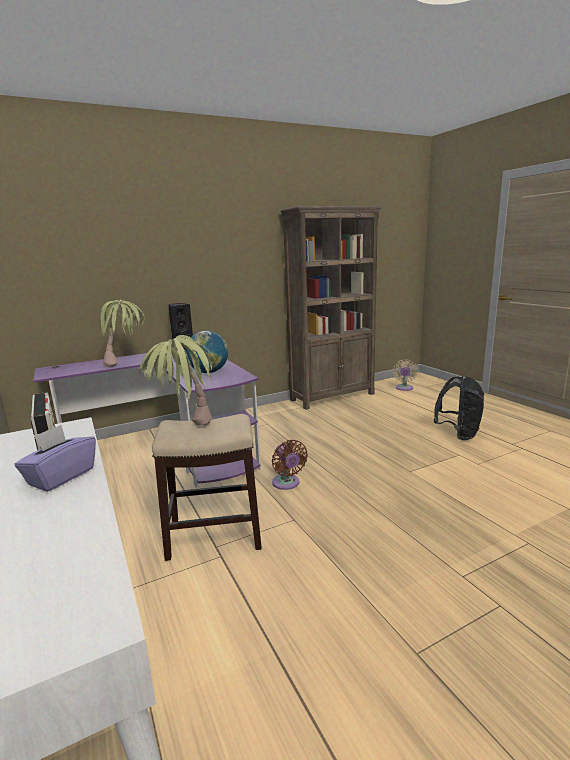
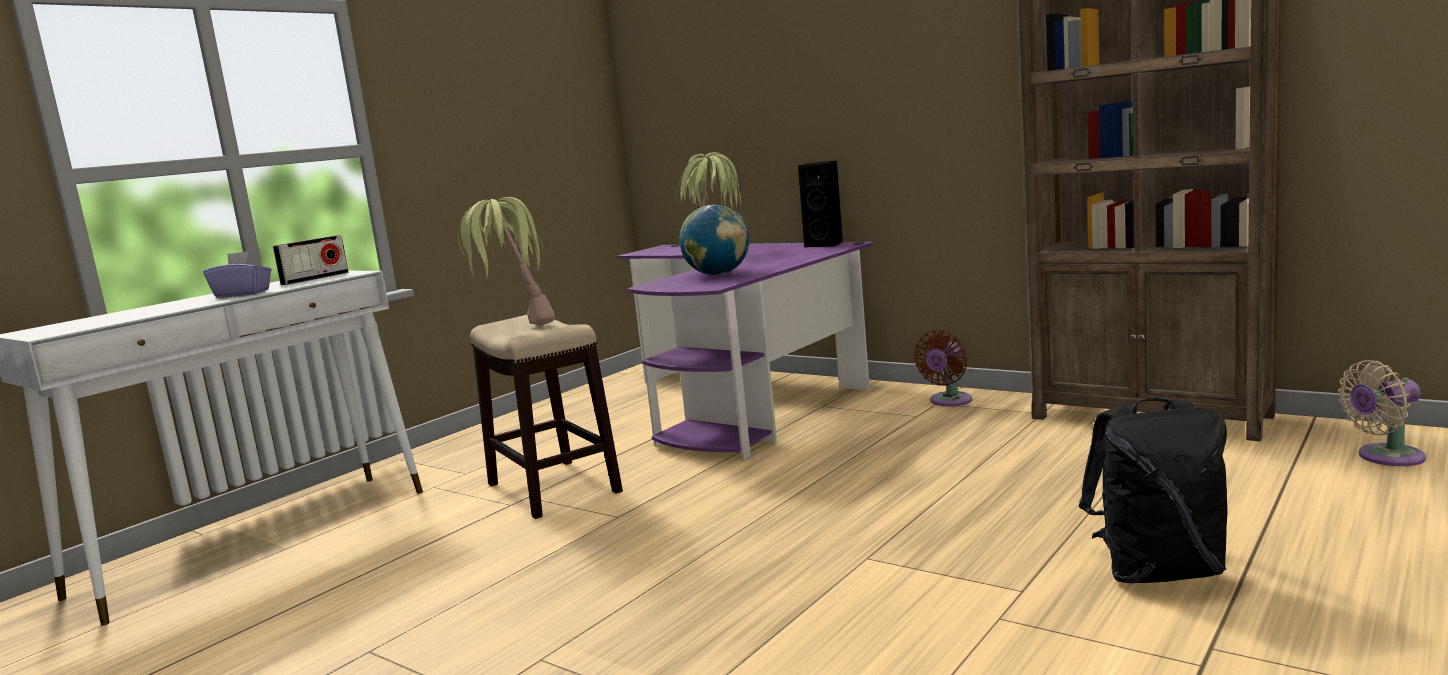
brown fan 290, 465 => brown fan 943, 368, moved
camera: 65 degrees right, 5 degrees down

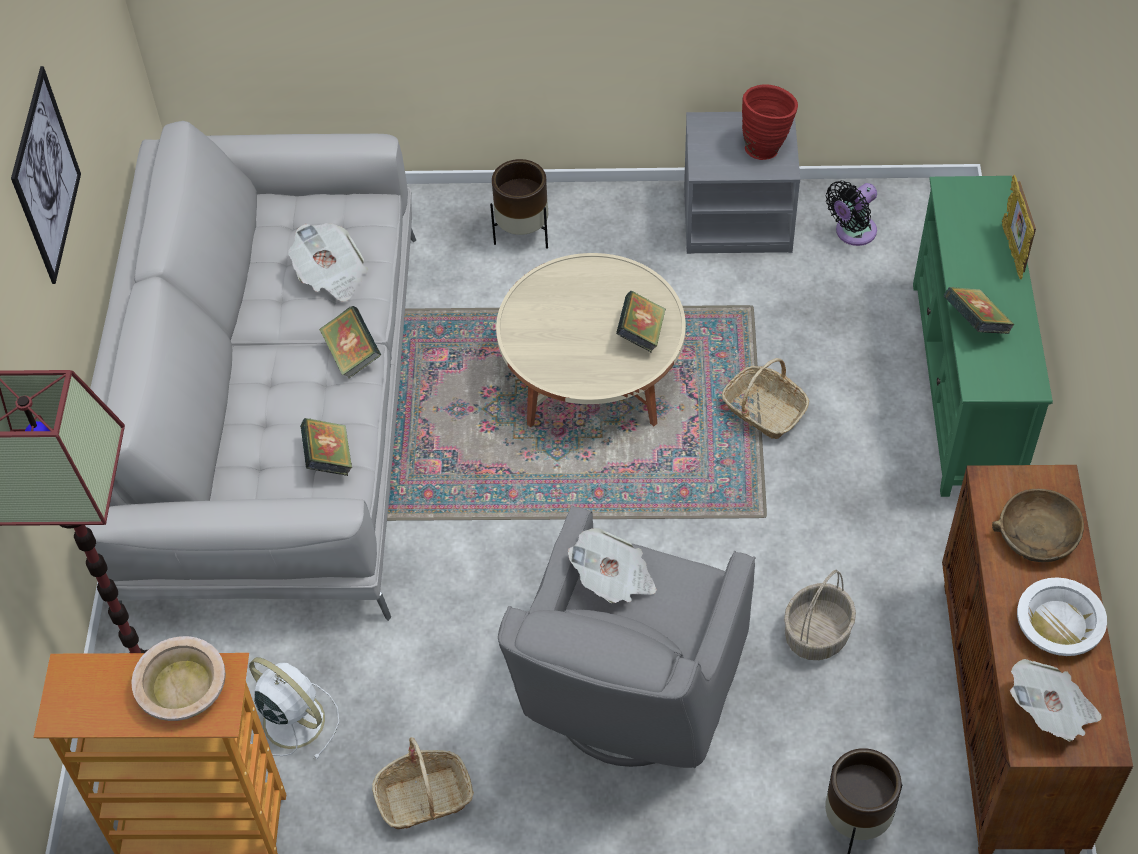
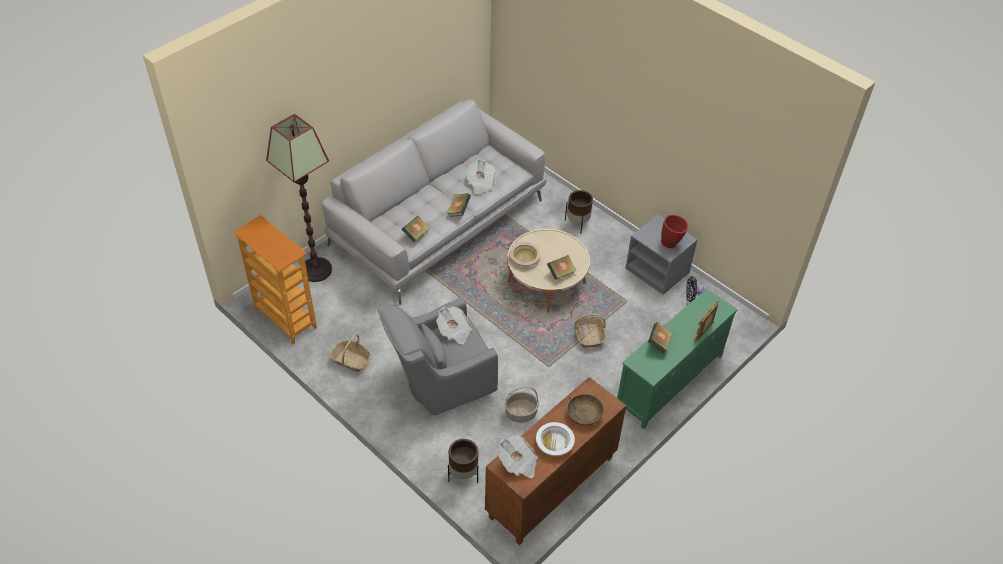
wall picture 46, 175 => nothing
sand-coloured bowl 178, 678 => sand-coloured bowl 525, 254, moved
whitish fan 294, 708 => nothing
camera: 40 degrees right, 5 degrees down

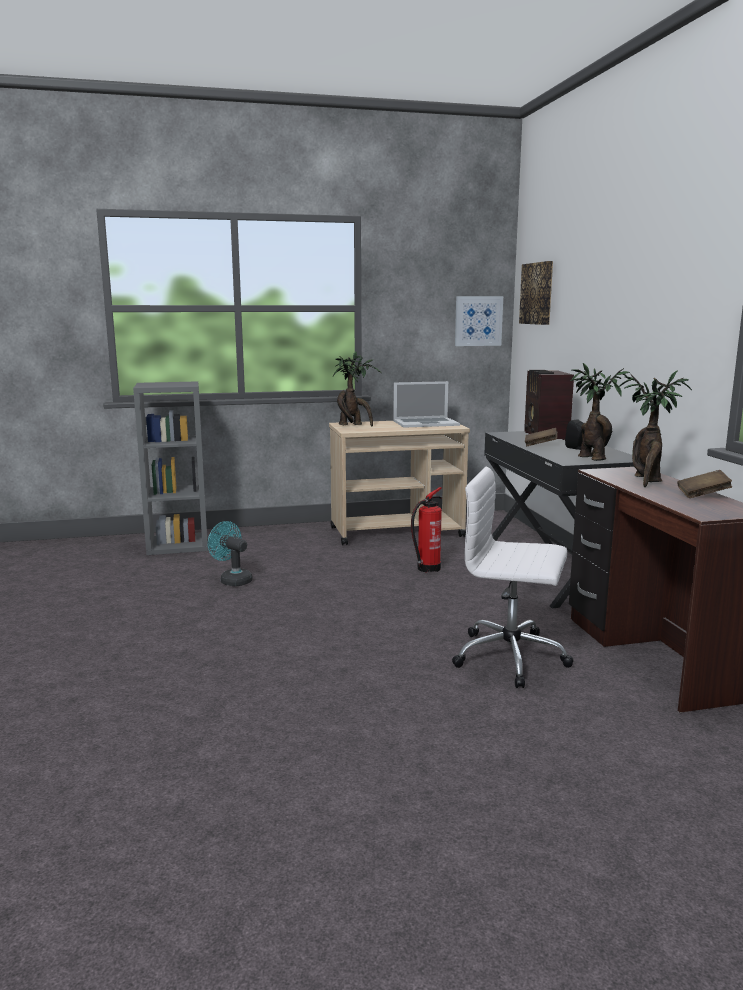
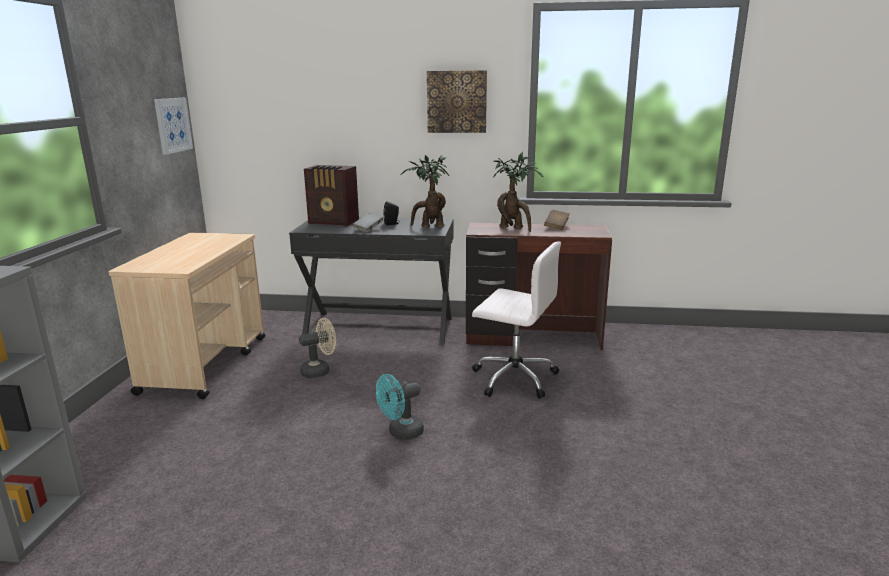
turquoise-coloured fan 230, 553 => turquoise-coloured fan 400, 407, moved
houseplant 357, 389 => nothing
laptop 426, 404 => nothing
fire-fighting cylinder 426, 529 => sand-coloured fan 317, 348
whitish desk chair 512, 577 => whitish desk chair 516, 320, 105 degrees counterclockwise
wall picture 536, 293 => wall picture 457, 101, moved
brown volume 541, 437 => grey volume 368, 222
camera: 70 degrees left, 5 degrees up

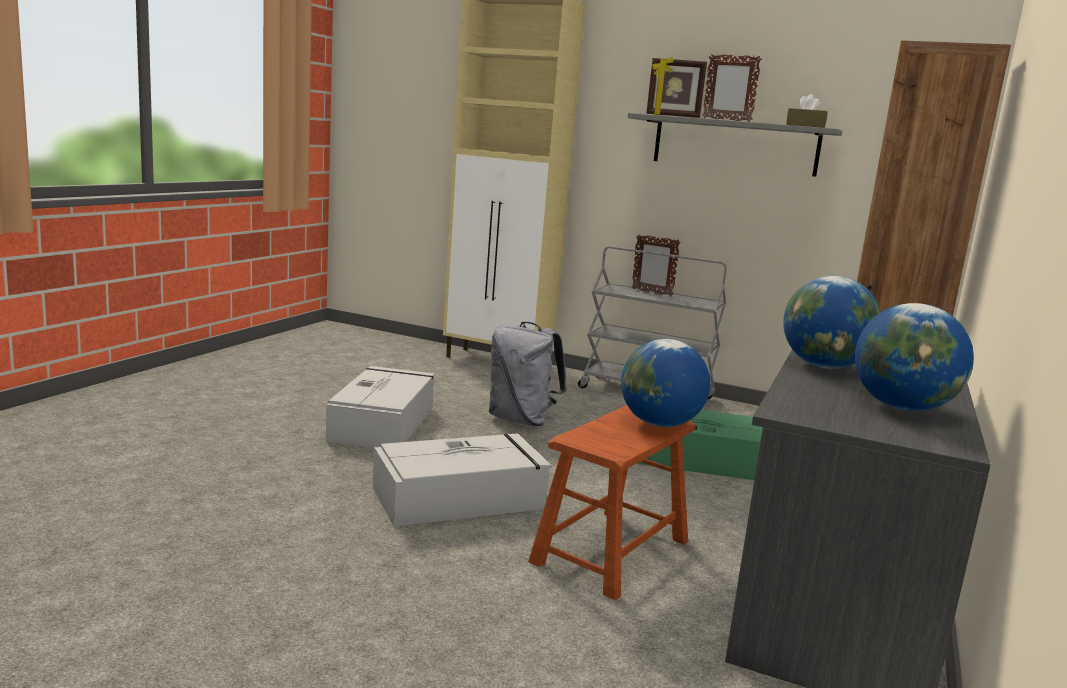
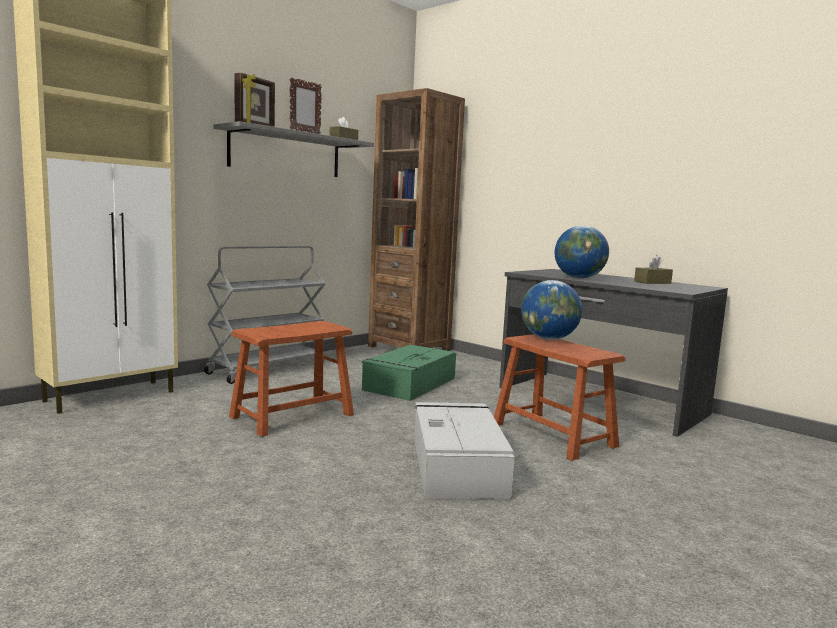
grey storage bin 380, 407 => nothing
grey knapsack 528, 374 => brown stool 291, 379
picture frame 656, 265 => nothing
globe 914, 357 => brown box of tissues 653, 269
camera: 70 degrees left, 5 degrees down

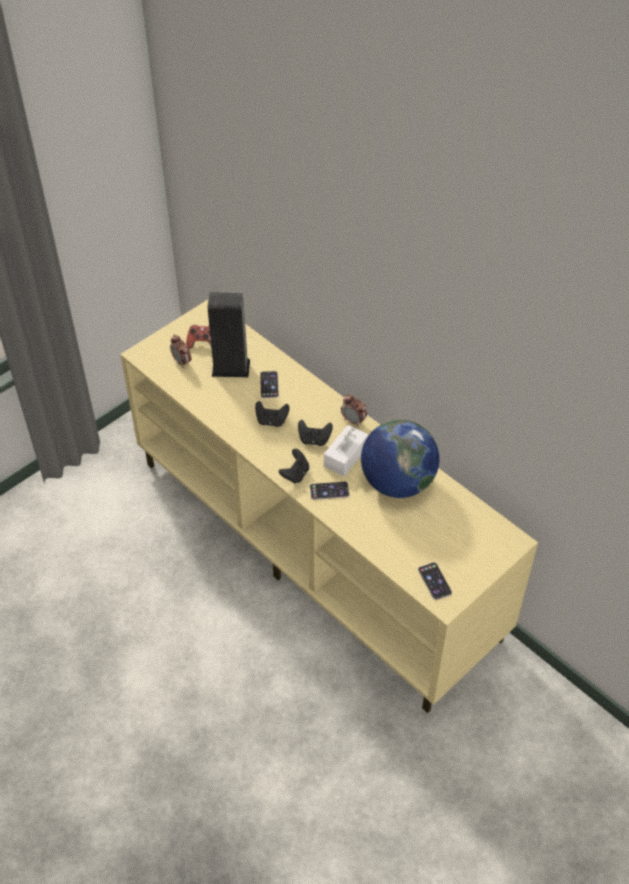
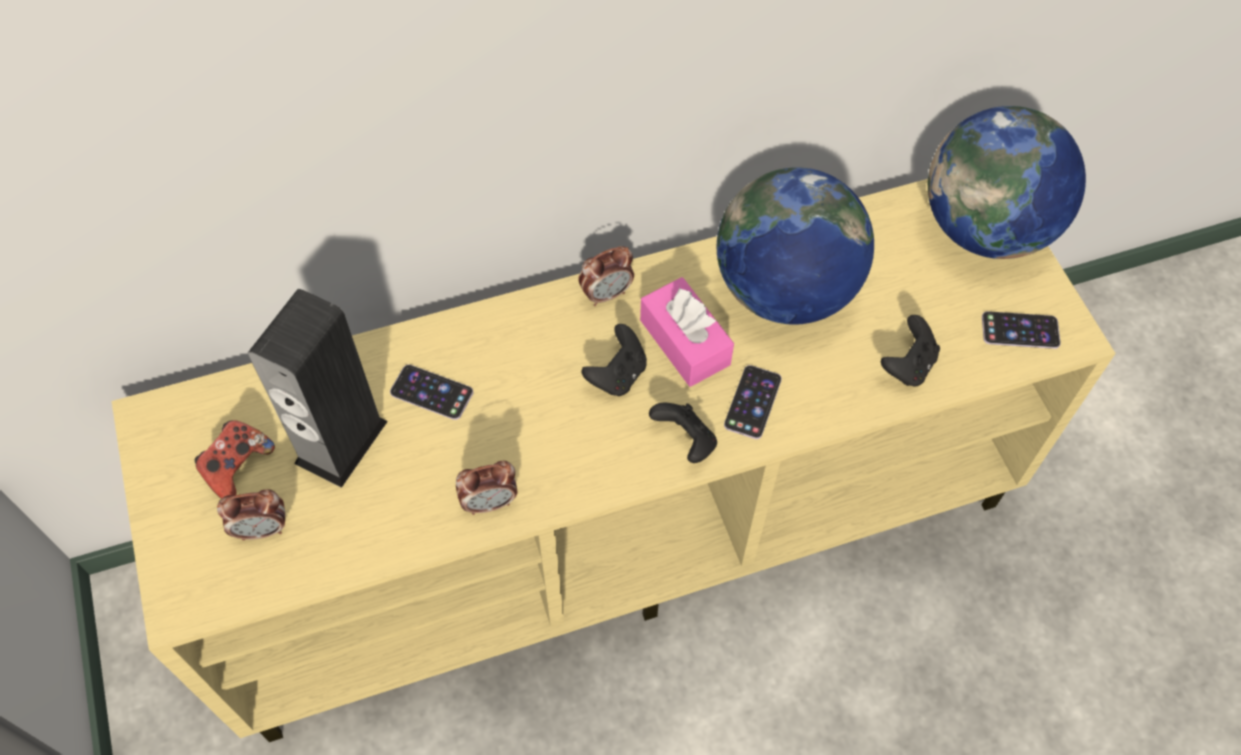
black-coloured gamepad 272, 414 => black-coloured gamepad 910, 351, moved
whitish box of tissues 346, 450 => pink-coloured box of tissues 687, 332
nothing => alarm clock 486, 488
nothing => globe 1007, 182
camera: 65 degrees left, 10 degrees up

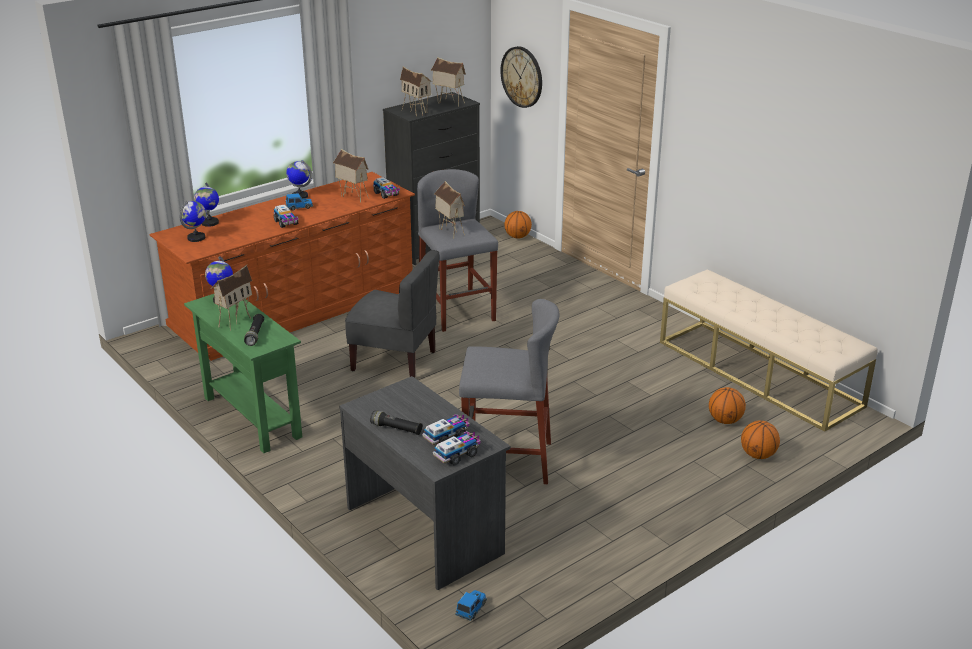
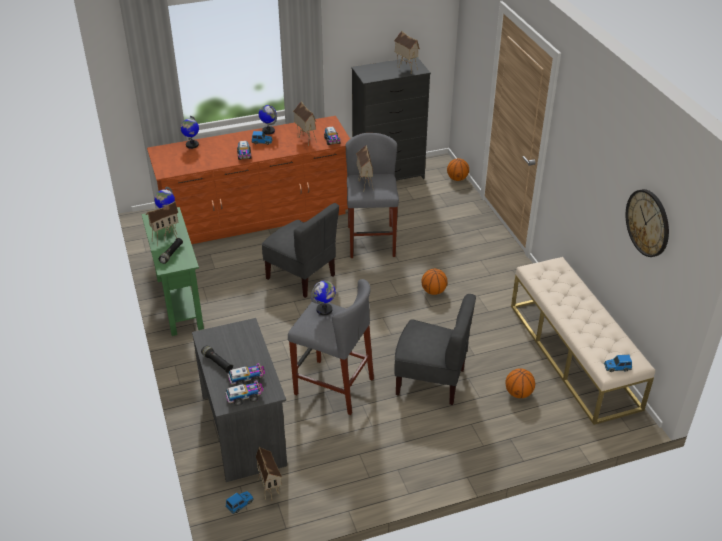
globe 192, 221 => globe 323, 298, moved
miniature house 416, 91 => miniature house 269, 474, moved
clock on the wall 521, 77 => clock on the wall 647, 223, moved
basketball 760, 439 => basketball 434, 282, moved
nothing => grey upright chair 435, 349
nothing => miniature car 618, 363
camera: 20 degrees right, 10 degrees up

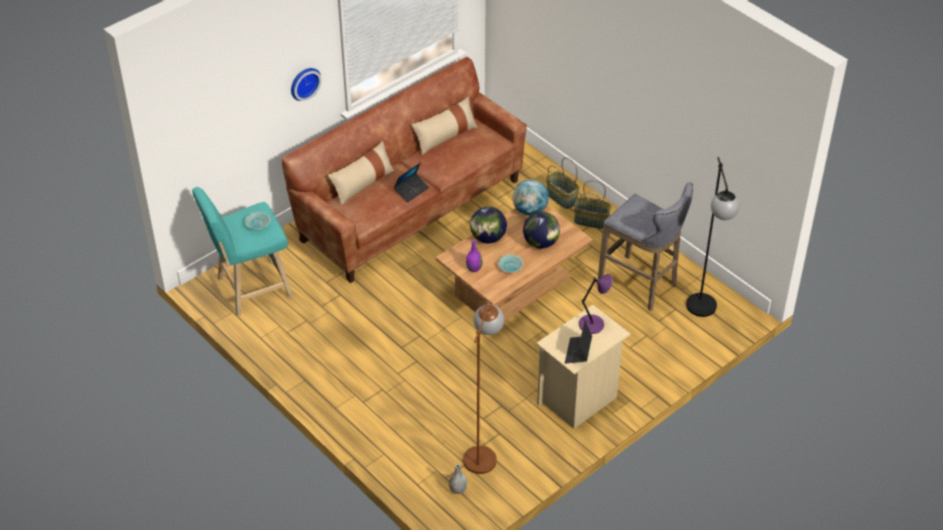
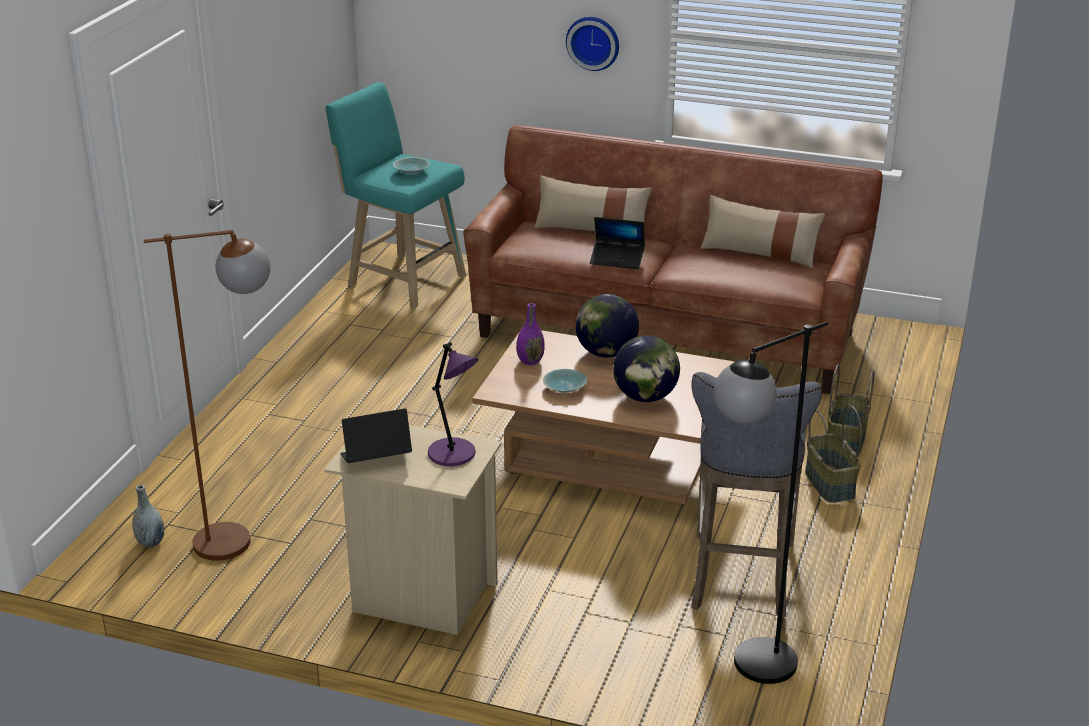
globe 530, 197 => nothing
camera: 60 degrees right, 15 degrees down

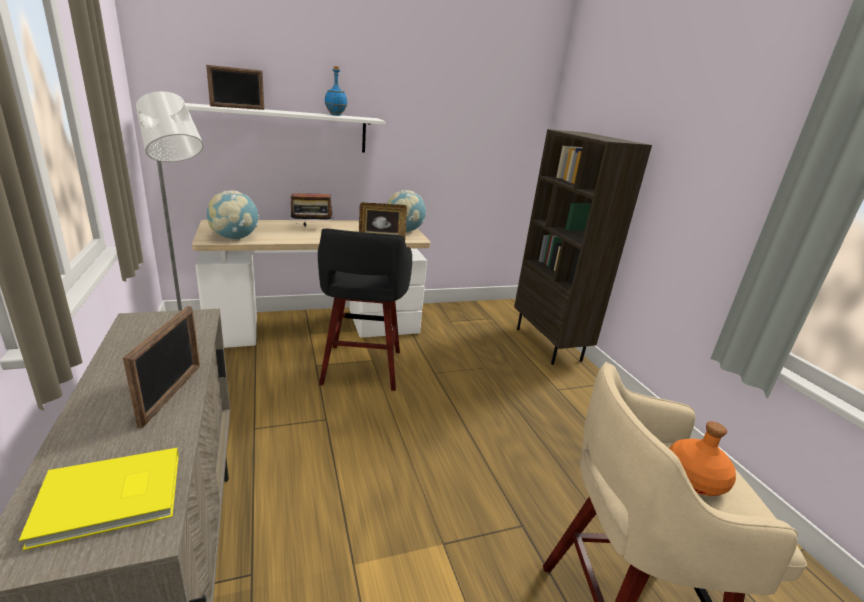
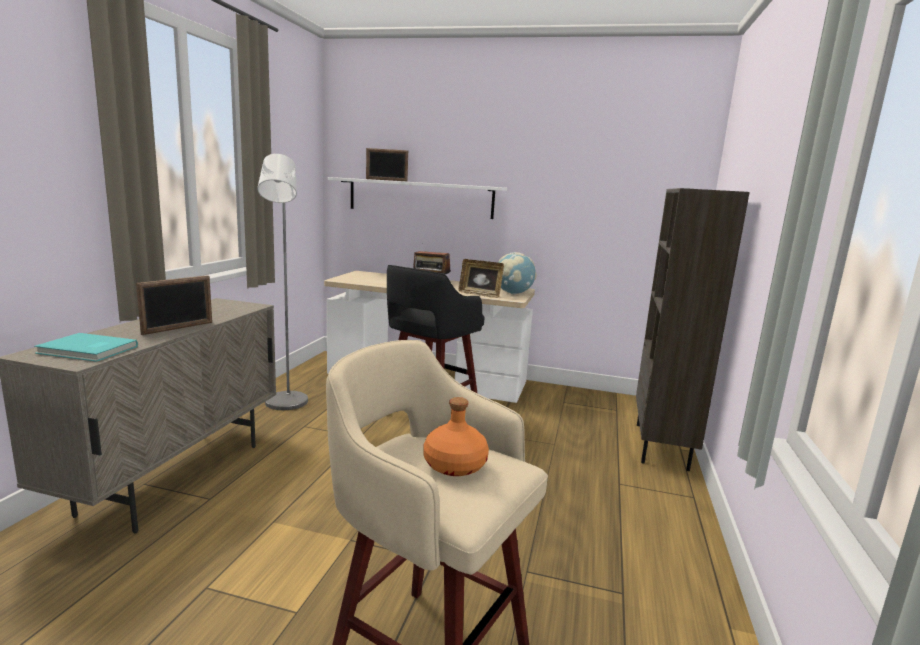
yellowish volume 99, 499 => turquoise-coloured volume 86, 347
globe 233, 215 => nothing
blue beverage bottle 336, 91 => nothing
camera: 35 degrees right, 10 degrees down

